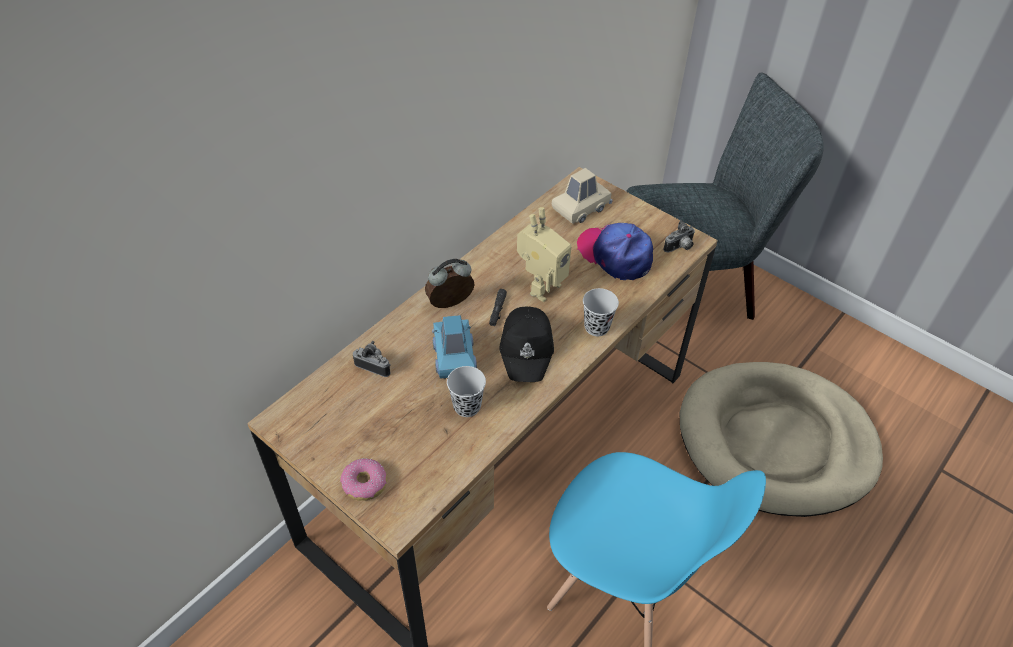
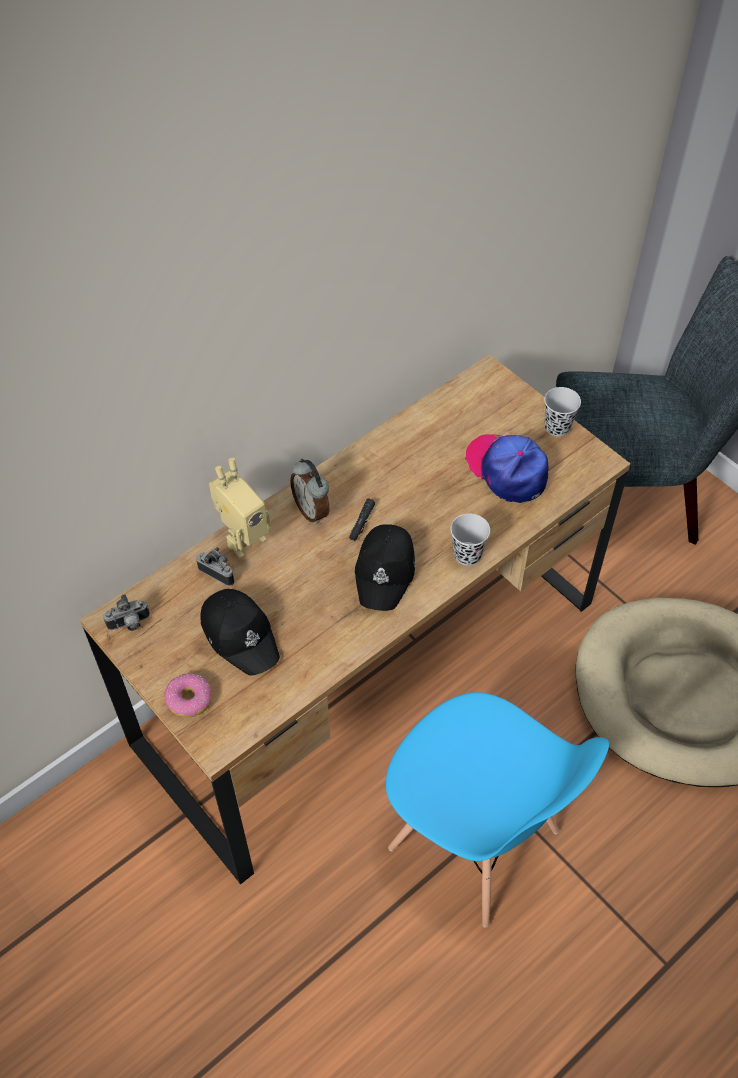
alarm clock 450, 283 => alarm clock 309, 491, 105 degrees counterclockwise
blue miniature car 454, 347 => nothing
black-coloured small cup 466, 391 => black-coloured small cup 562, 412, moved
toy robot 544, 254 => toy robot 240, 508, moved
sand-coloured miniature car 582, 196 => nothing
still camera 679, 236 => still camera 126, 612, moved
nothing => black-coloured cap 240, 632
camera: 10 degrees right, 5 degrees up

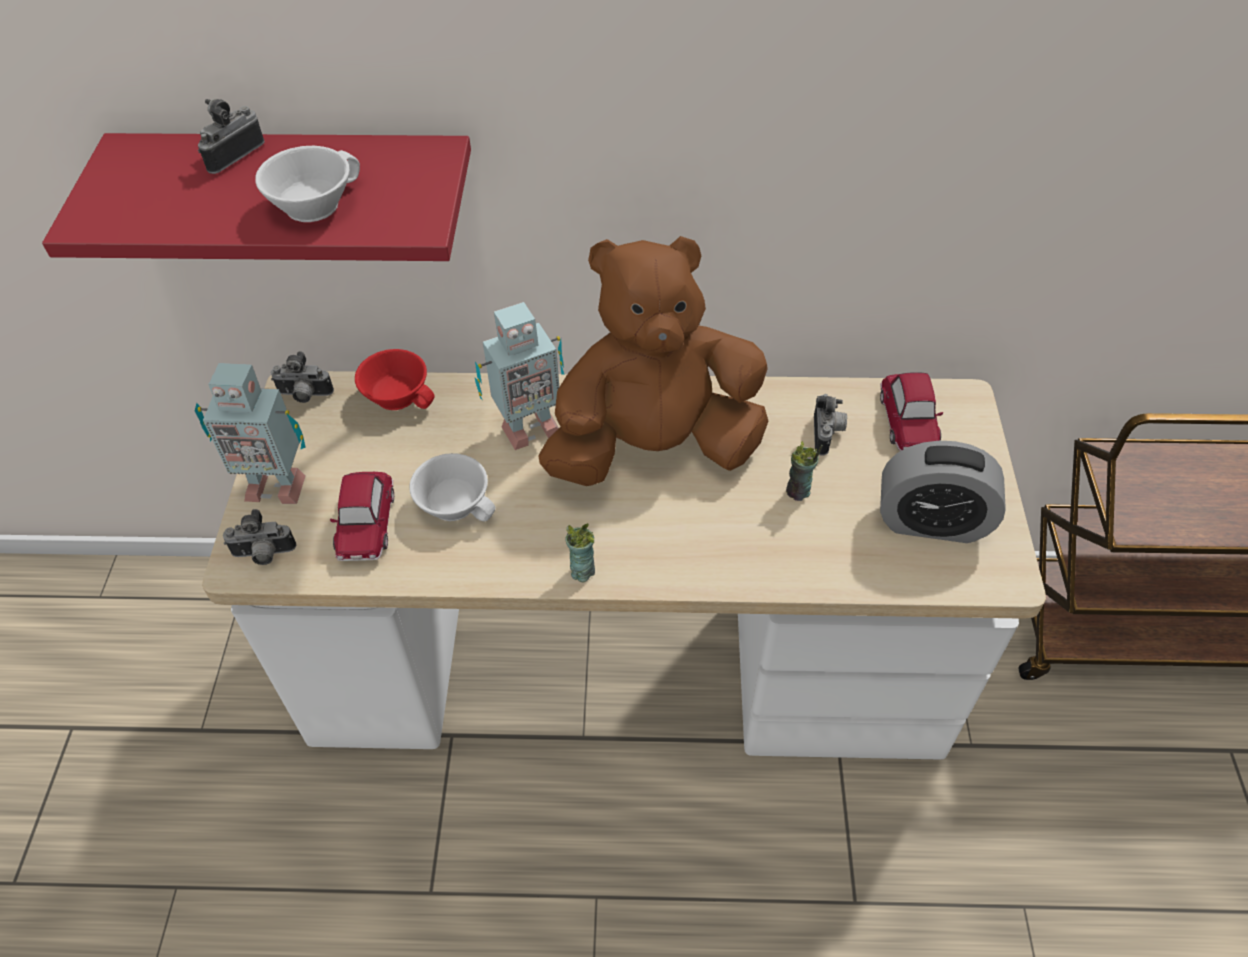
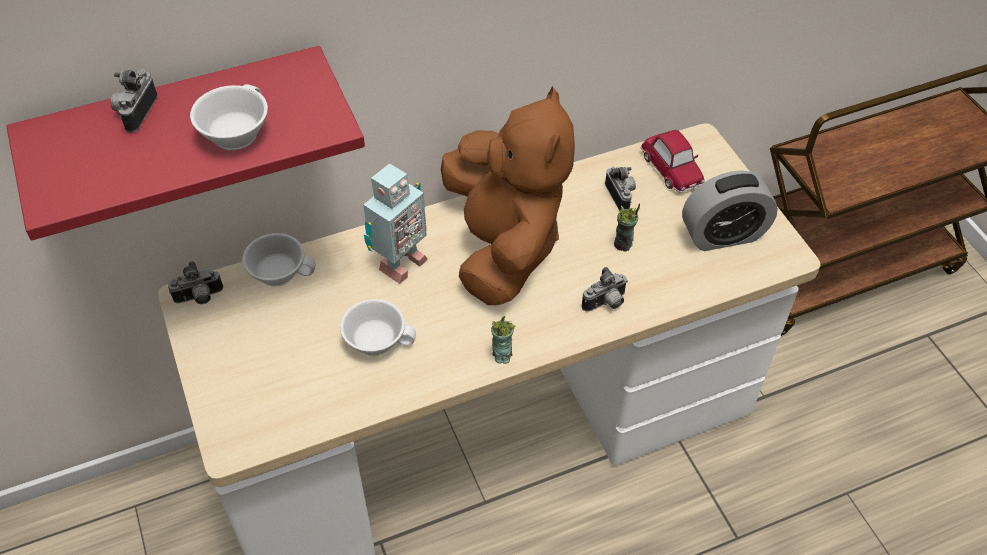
toy robot 250, 433 => nothing
still camera 259, 537 => still camera 604, 289, moved
miniature car 362, 516 => nothing
red small cup 394, 379 => whitish small cup 278, 260
brown plush toy 653, 361 => brown plush toy 508, 195, 120 degrees clockwise
camera: 25 degrees left, 0 degrees up

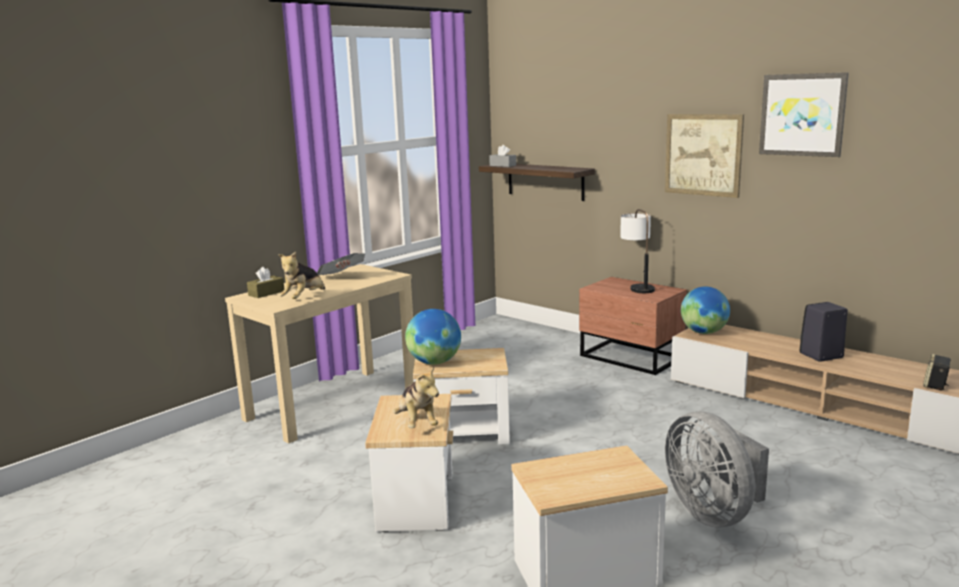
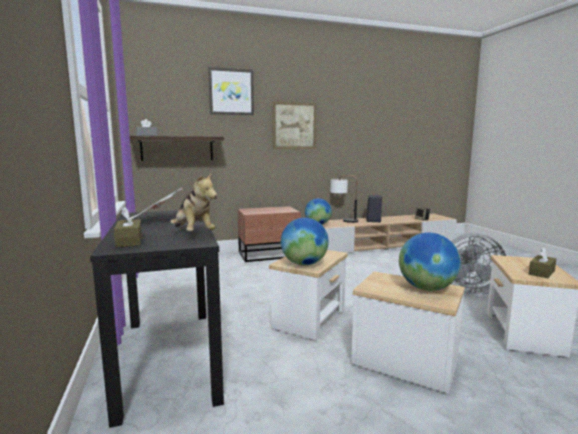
sand-coloured hall table 320, 354 => black-coloured hall table 157, 319
plush toy 416, 397 => globe 430, 262
table lamp 637, 251 => table lamp 344, 199, moved
wall picture 804, 114 => wall picture 231, 91, moved
nothing => brown box of tissues 542, 262
camera: 60 degrees left, 5 degrees down

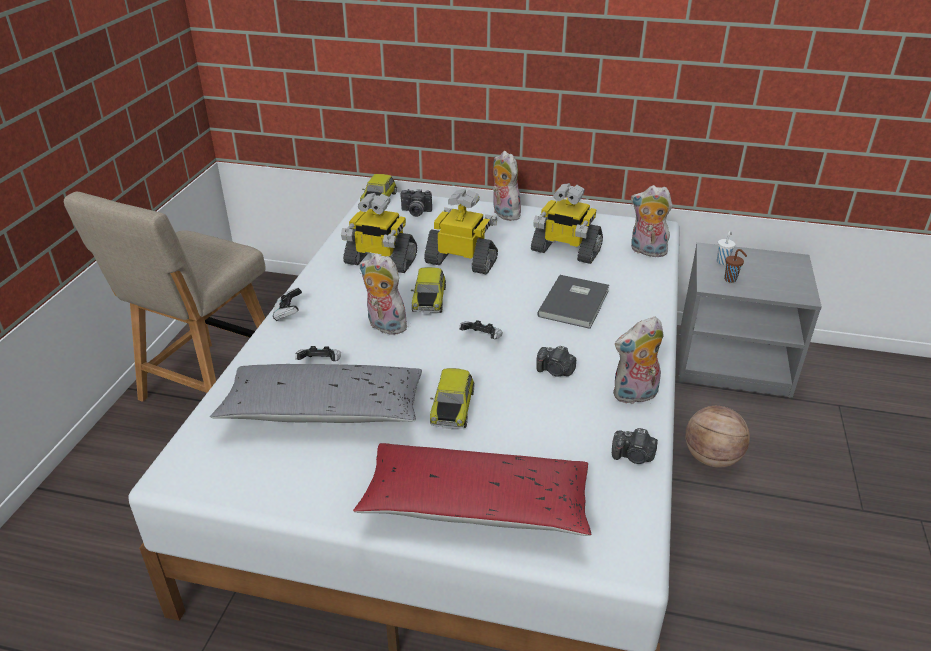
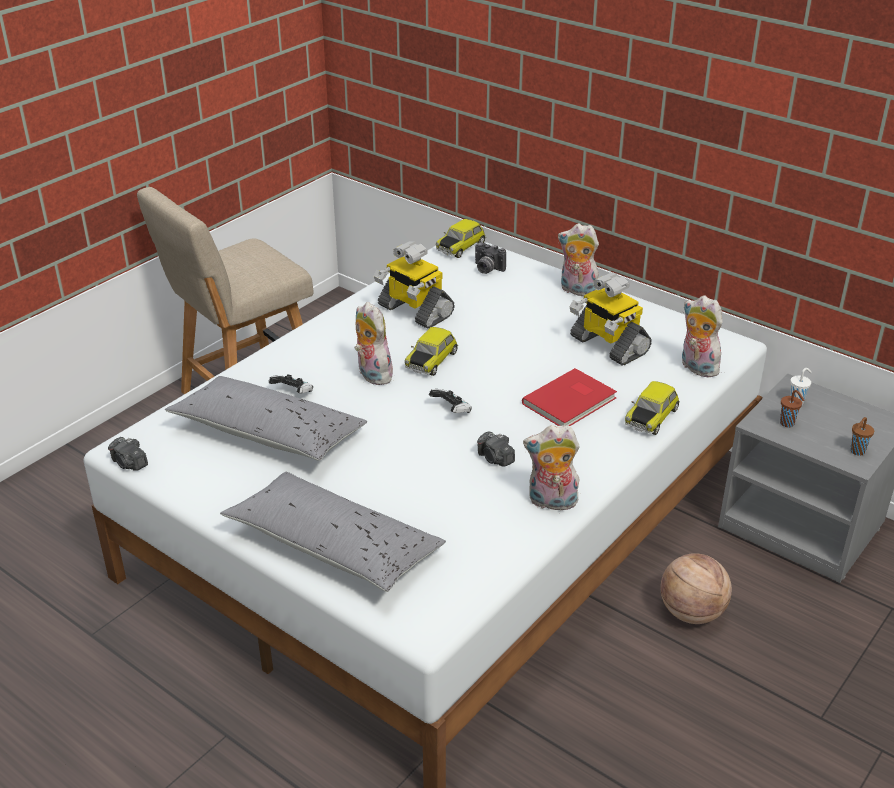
gamepad 287, 304 => nothing
red cushion 472, 489 => grey cushion 333, 532
toy robot 461, 231 => nothing
miniature car 452, 398 => miniature car 652, 408, moved
plush toy 506, 186 => plush toy 578, 260, 60 degrees counterclockwise
grey volume 573, 302 => red volume 569, 397
still camera 635, 446 => still camera 128, 454, moved
nothing => brown small cup 862, 436
camera: 25 degrees right, 0 degrees up

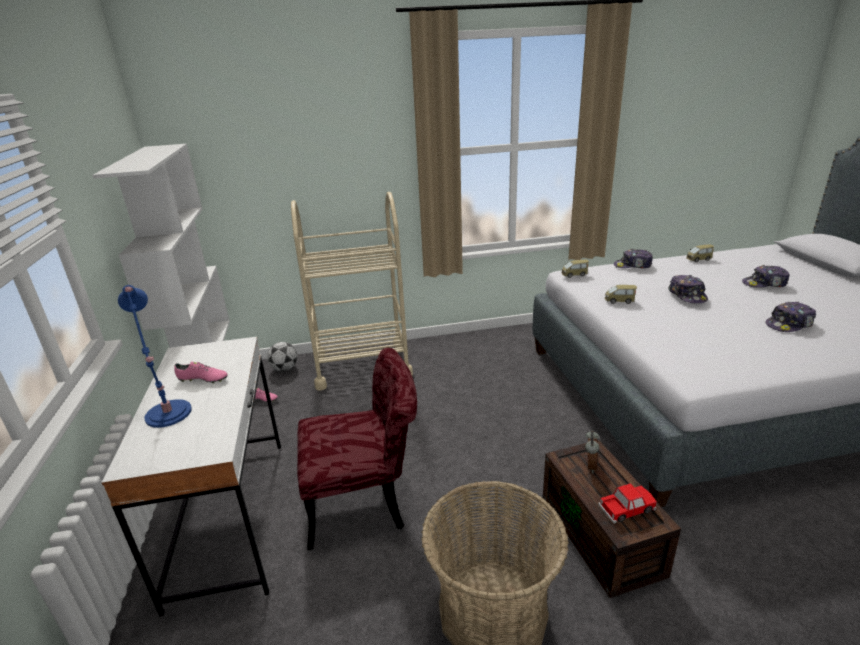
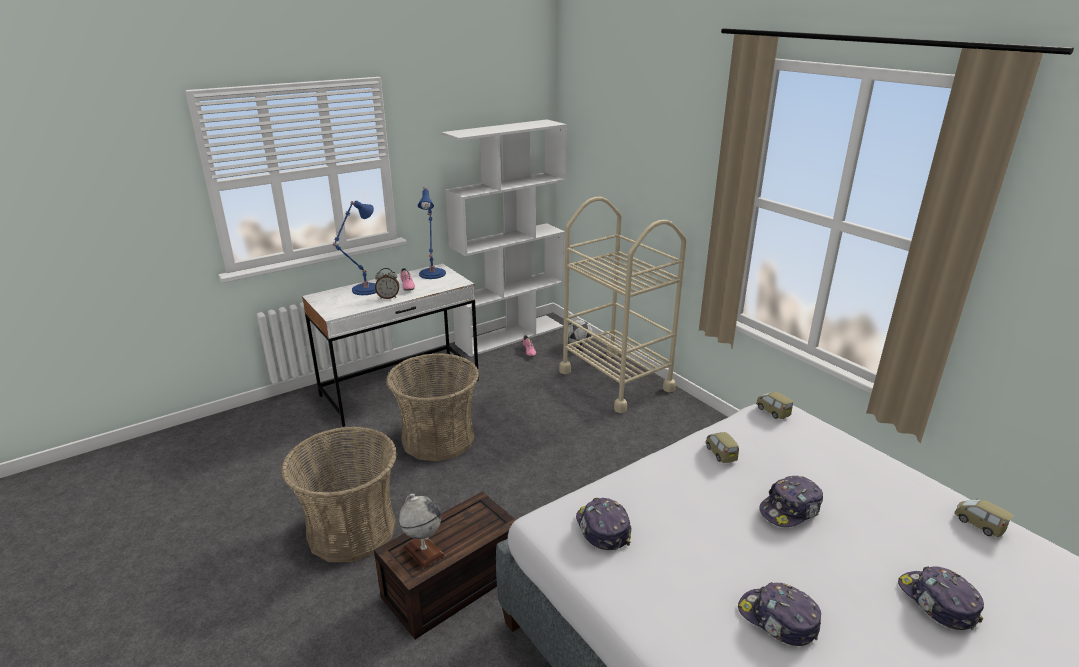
red upright chair 357, 449 => storage basket 432, 407
alarm clock 592, 451 => alarm clock 387, 283, moved
miniature car 627, 503 => globe 422, 531
cap 633, 258 => cap 603, 524, moved
nothing => blue table lamp 432, 233
camera: 65 degrees right, 0 degrees up

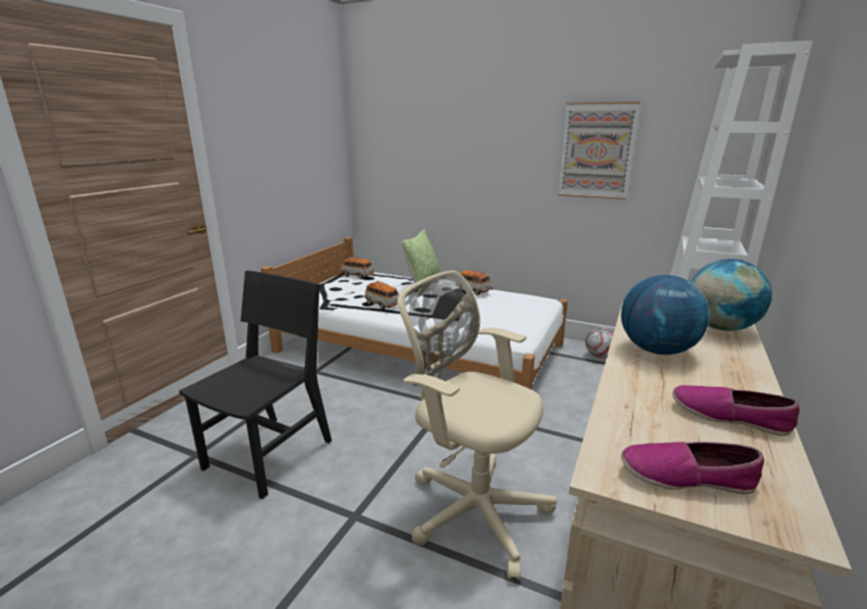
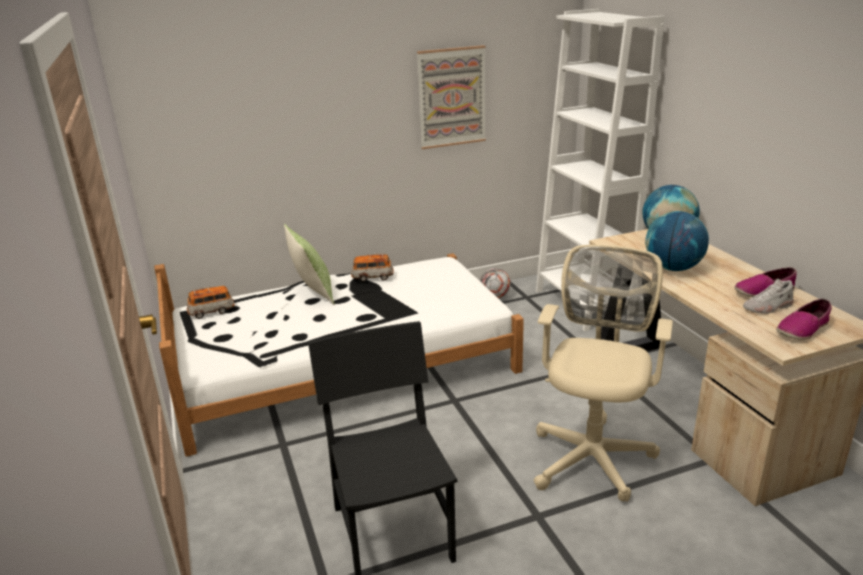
miniature car 382, 295 => nothing
sand-coloured desk chair 477, 425 => sand-coloured desk chair 603, 373, 120 degrees clockwise
nothing => whitish shoe 768, 296
camera: 45 degrees left, 5 degrees up

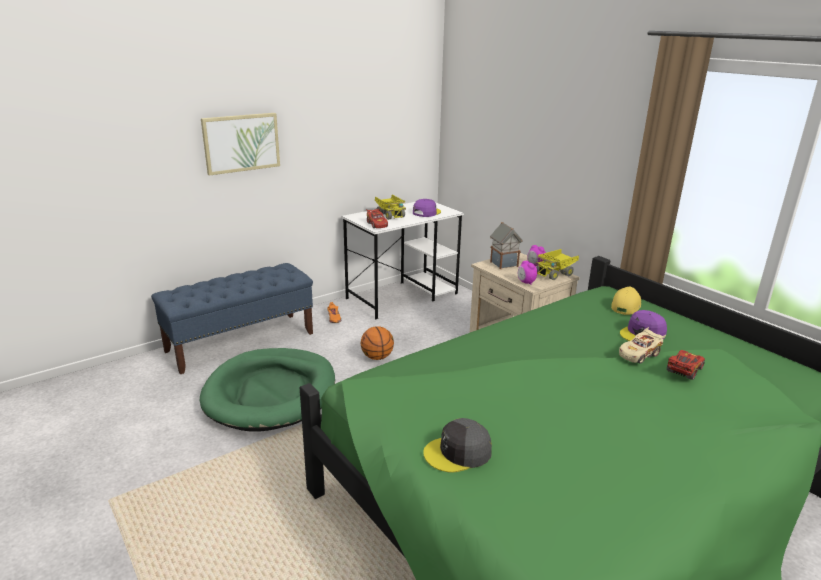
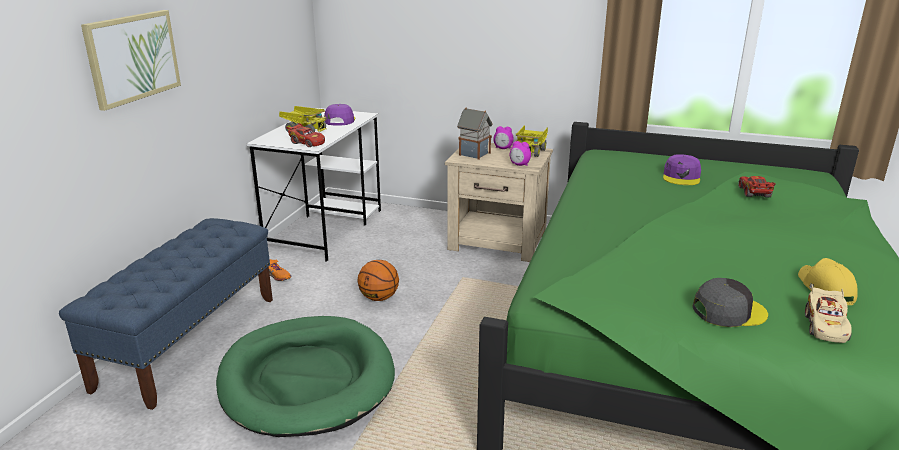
grey cap 457, 445 => grey cap 730, 302, 135 degrees counterclockwise
yellowish cap 626, 301 => yellowish cap 828, 281, moved
sand-coloured miniature car 642, 345 => sand-coloured miniature car 828, 313, moved
camera: 35 degrees left, 0 degrees up

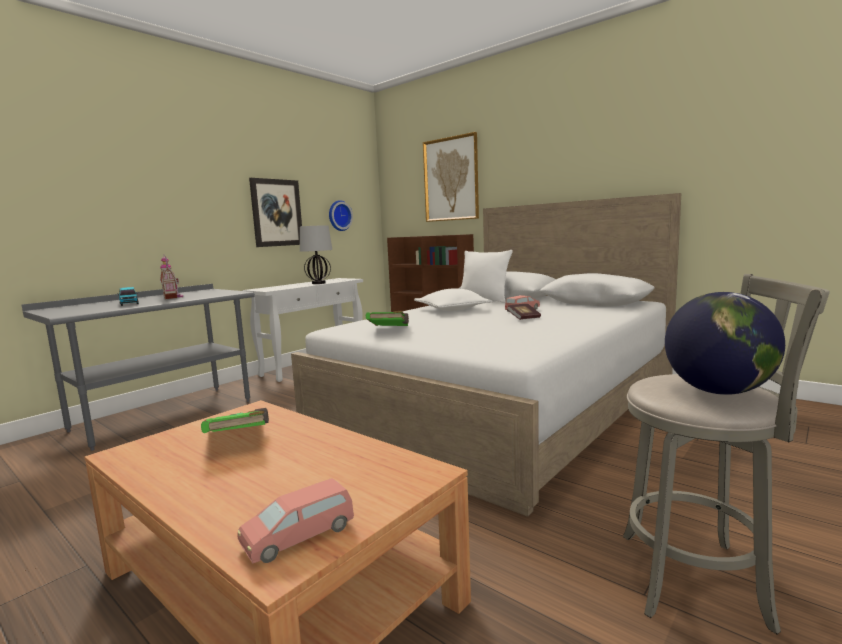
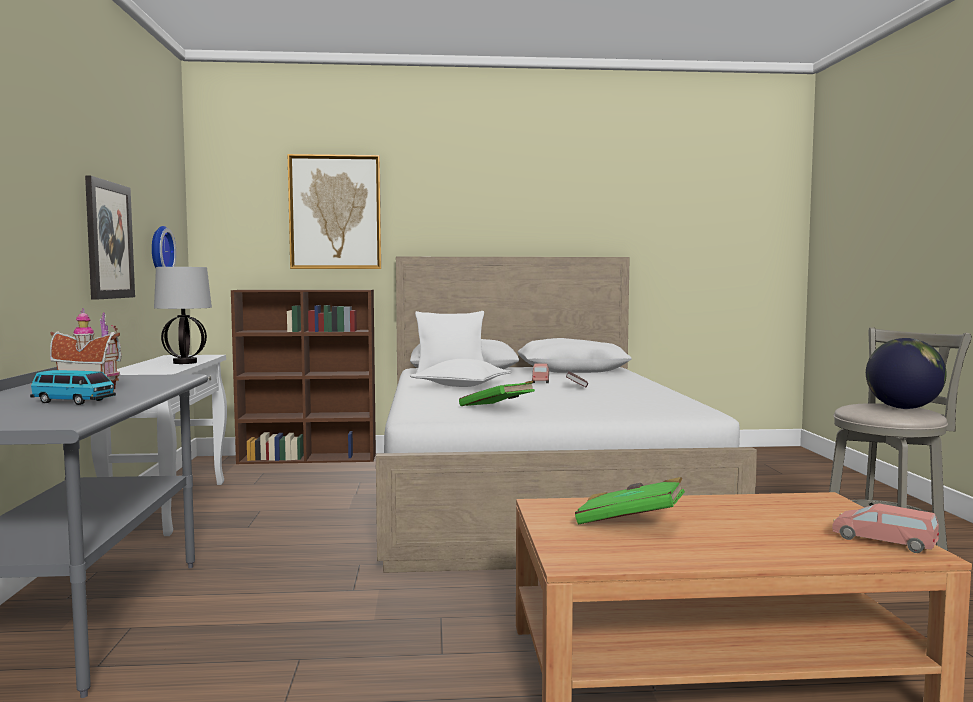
pink-coloured miniature car 295, 521 => pink-coloured miniature car 885, 528, 120 degrees clockwise
camera: 45 degrees left, 5 degrees down

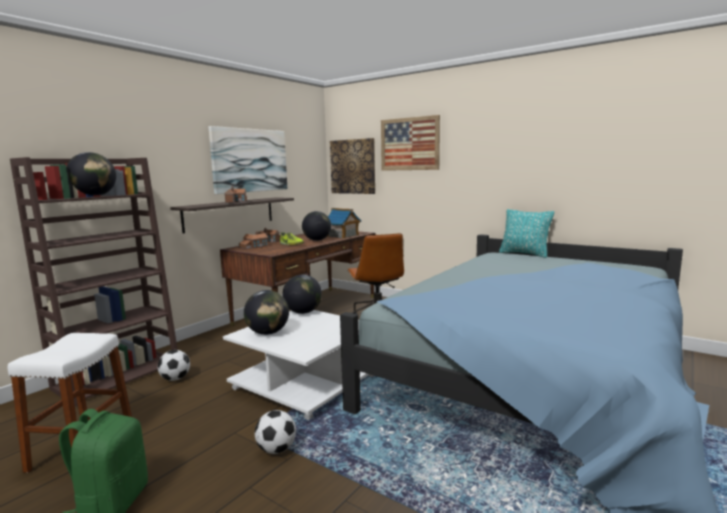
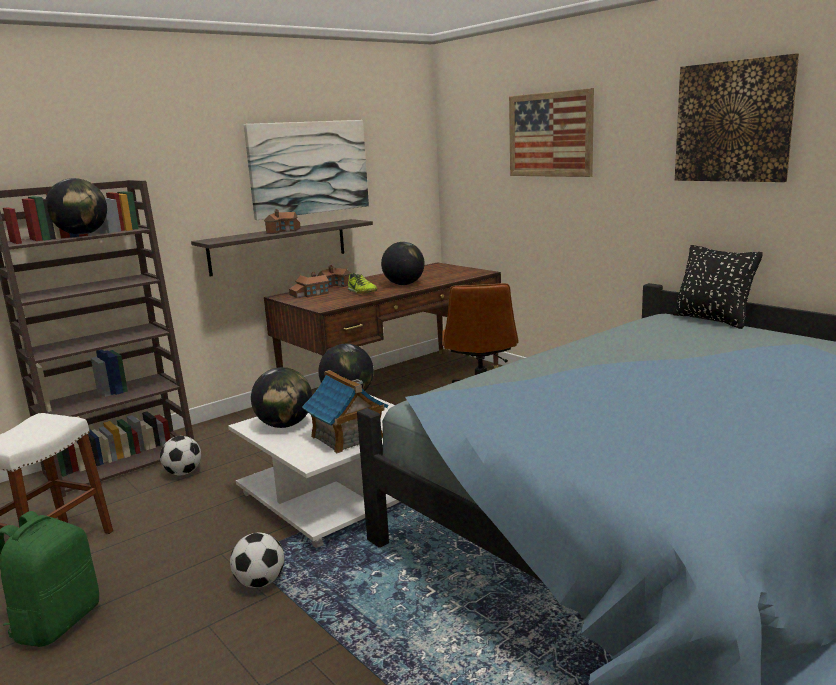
miniature house 344, 223 => miniature house 345, 411, moved
wall picture 352, 166 => wall picture 737, 117, moved
turquoise-coloured cushion 526, 233 => black-coloured cushion 717, 287
camera: 15 degrees right, 5 degrees up

